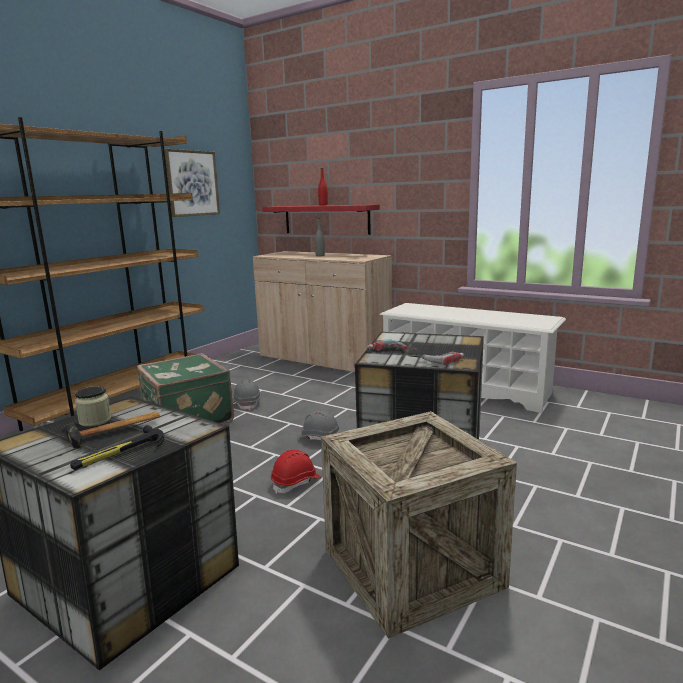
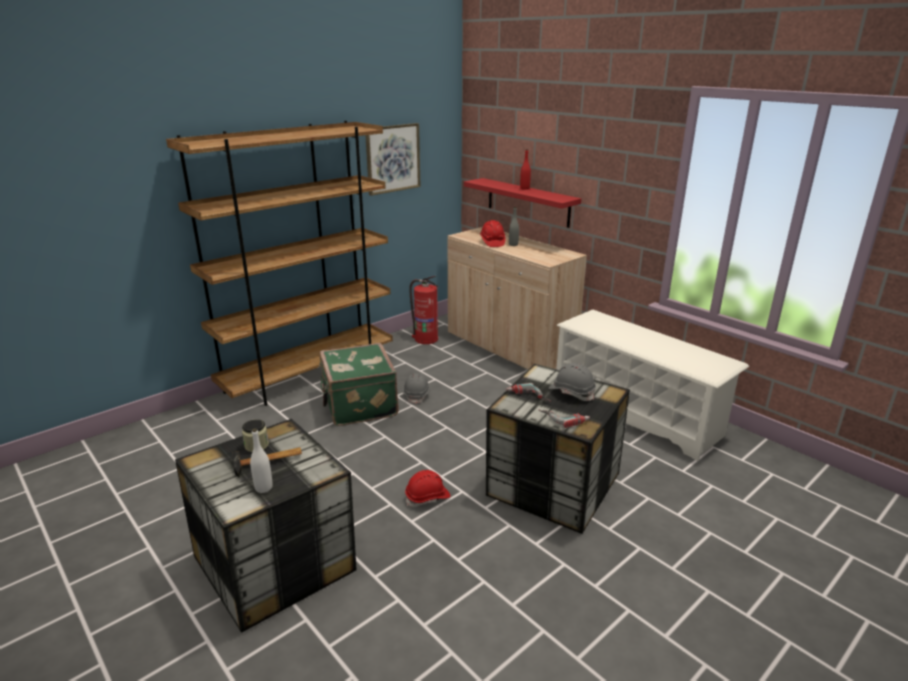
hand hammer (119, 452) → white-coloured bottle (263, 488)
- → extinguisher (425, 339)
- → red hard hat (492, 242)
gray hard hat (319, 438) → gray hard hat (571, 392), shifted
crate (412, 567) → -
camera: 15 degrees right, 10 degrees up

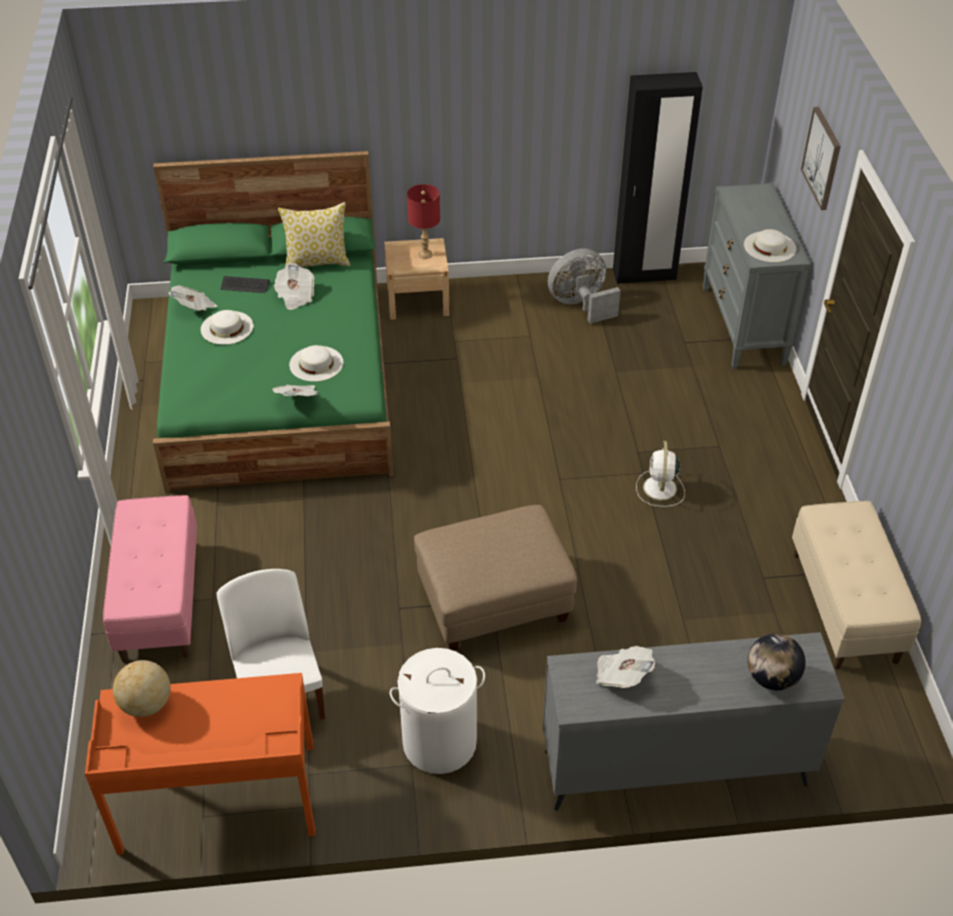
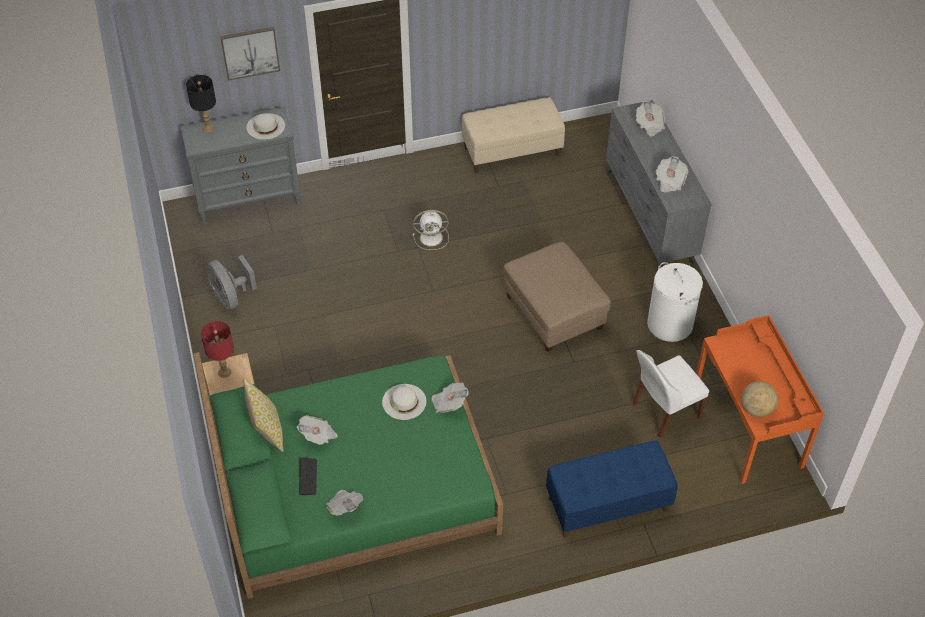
- → blackish lamp for a table (207, 128)
pinkish indoor bench (159, 600) → blue indoor bench (607, 505)
desk globe (771, 678) → daily paper (649, 125)
white-coloured hat (227, 327) → -
blackish wardrobe (644, 275) → -
camera: 100 degrees left, 5 degrees up

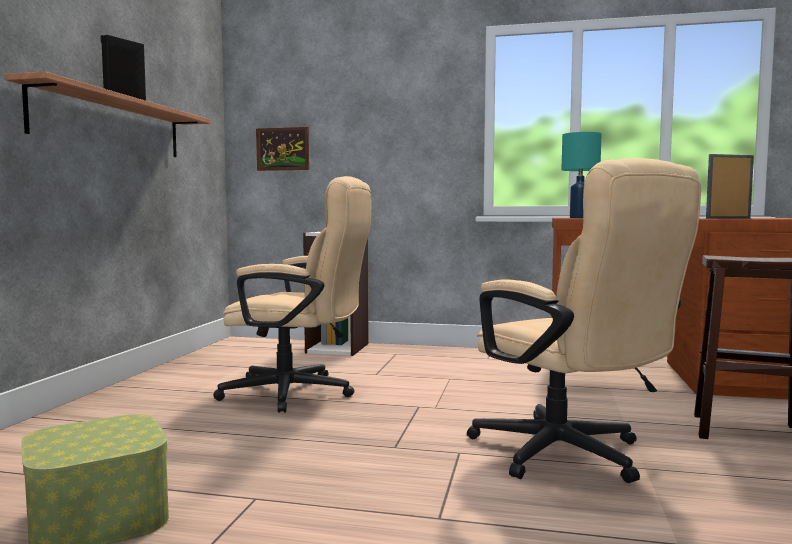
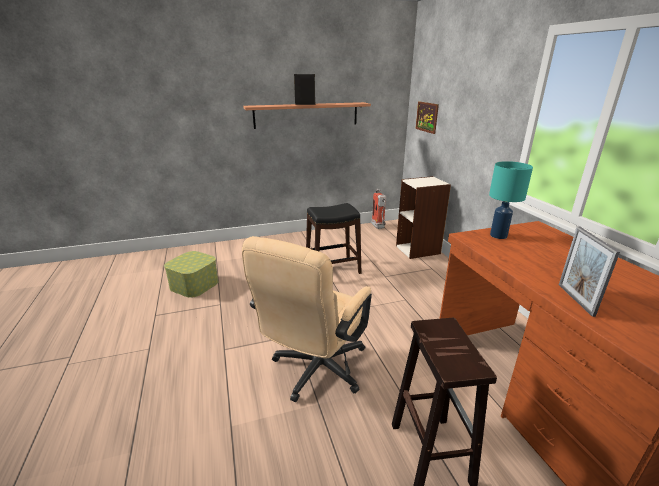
beige-coloured computer chair (299, 393) → blackish sitting stool (333, 269)
- → extinguisher (379, 227)
picture frame (728, 218) → picture frame (575, 299), 135 degrees counterclockwise
camera: 60 degrees right, 20 degrees up

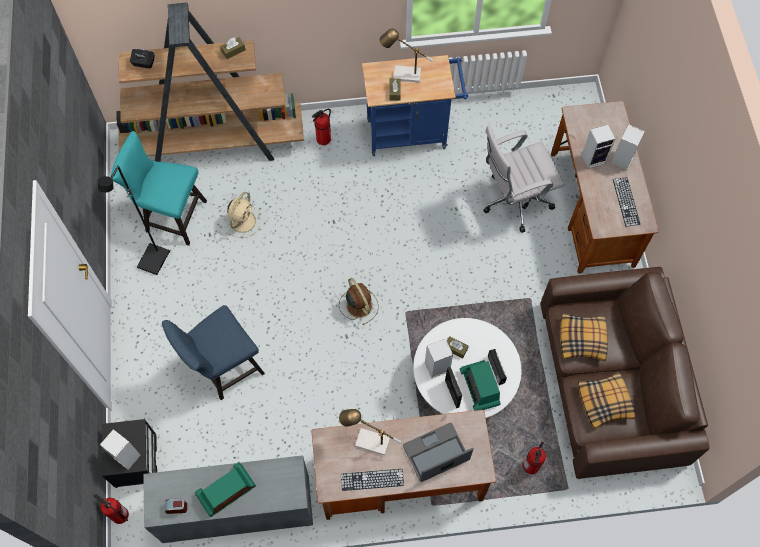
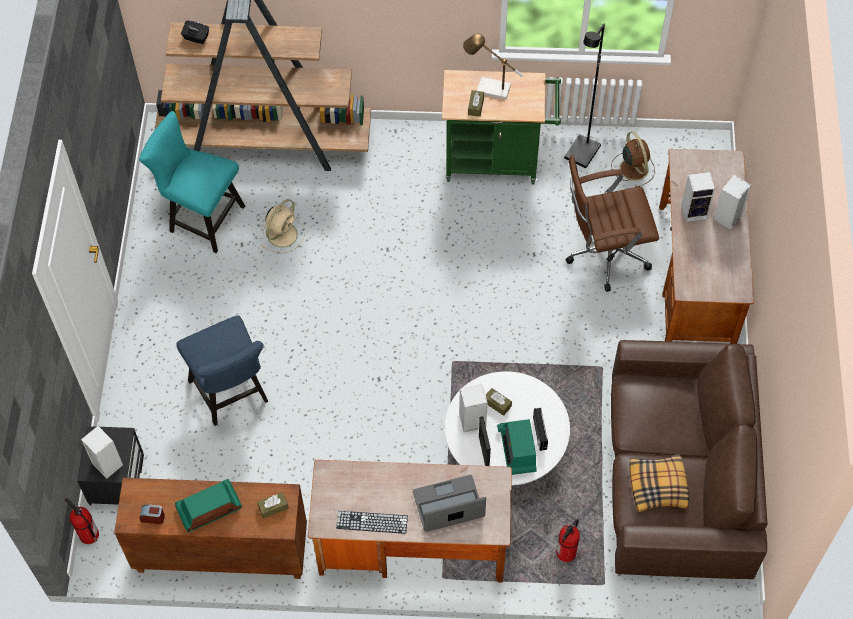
gray cupboard (238, 513) → brownish cupboard (220, 553)
blue plain chair (223, 369) → blue plain chair (232, 395), 90 degrees counterclockwise
brownish tissue box (233, 51) → brownish tissue box (273, 507), shifted
blue wheeled cart (412, 133) → green-coloured wheeled cart (498, 161)
blackish standing lamp (154, 260) → blackish standing lamp (583, 153), shifted
white-coloured computer chair (513, 201) → brownish computer chair (604, 255)
brownish electric fan (358, 305) → brownish electric fan (633, 167), shifted
extinguisher (323, 139) → -
lamp for a table (367, 441) → -
cushion (582, 339) → -
keyboard (626, 201) → -
camera: 10 degrees right, 5 degrees down

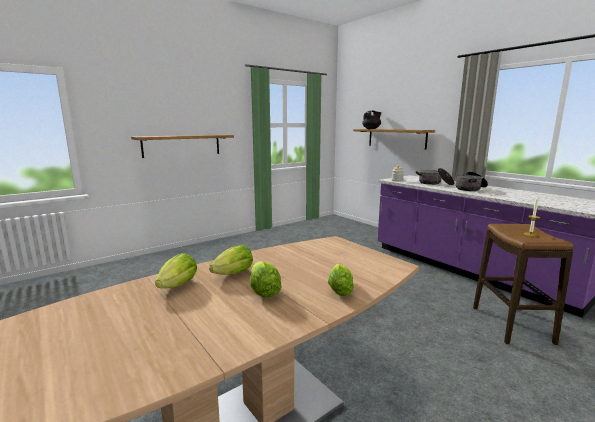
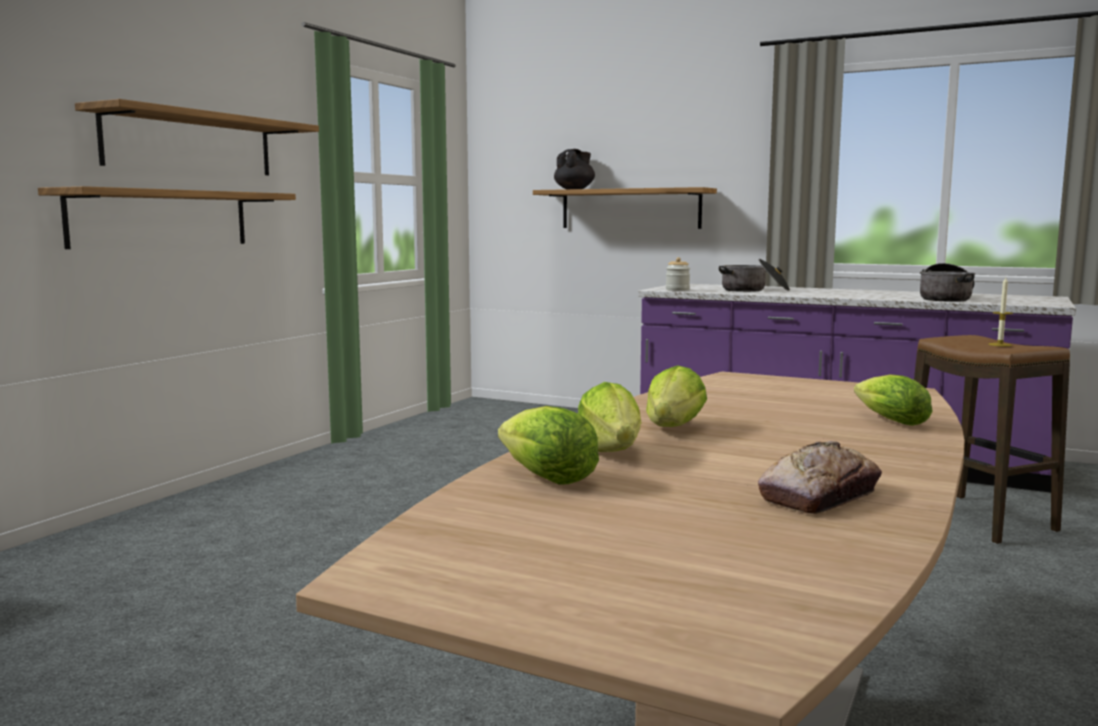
- → wall shelf (190, 144)
lettuce (264, 291) → lettuce (547, 479), shifted
- → bakery bread (820, 496)
saucepot (470, 188) → saucepot (946, 298), shifted
camera: 25 degrees left, 5 degrees down

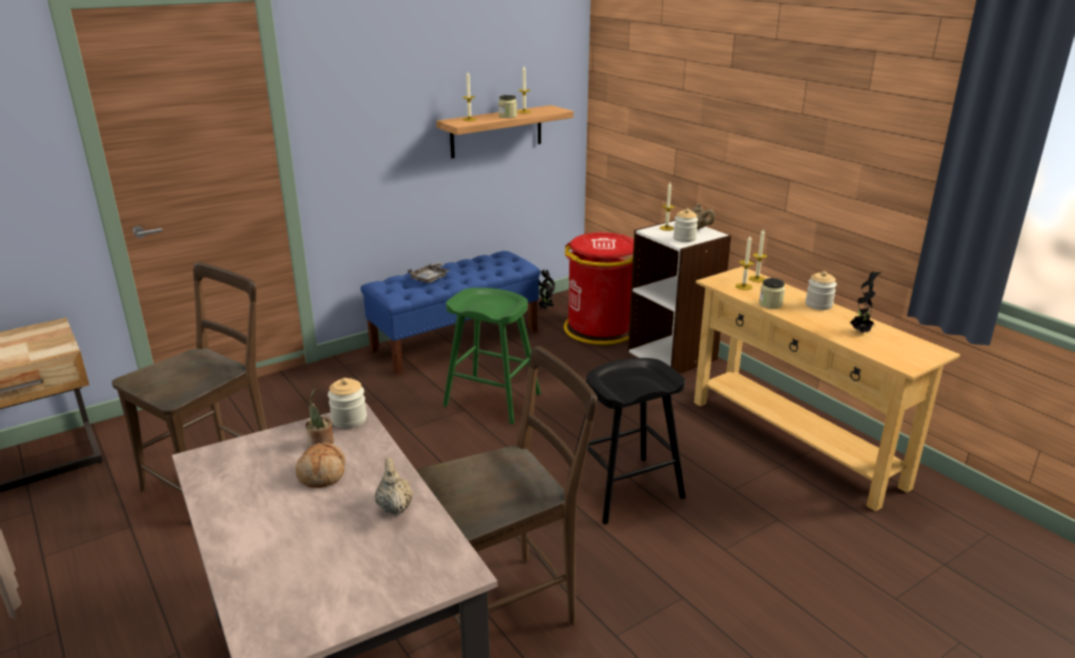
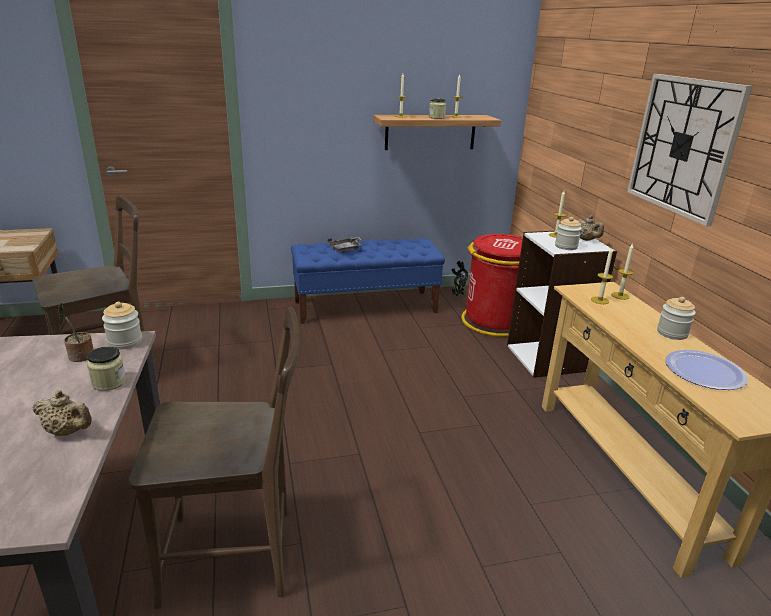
beige-coloured teapot (394, 507) → beige-coloured teapot (68, 431), 105 degrees clockwise
storage jar (770, 304) → storage jar (109, 382), shifted
- → hanging clock (683, 146)
plant in a pot (861, 332) → plate (704, 371)
bakery bread (323, 474) → -
green-coloured sitting stool (492, 400) → -
blackish sitting stool (625, 489) → -
camera: 20 degrees right, 0 degrees up

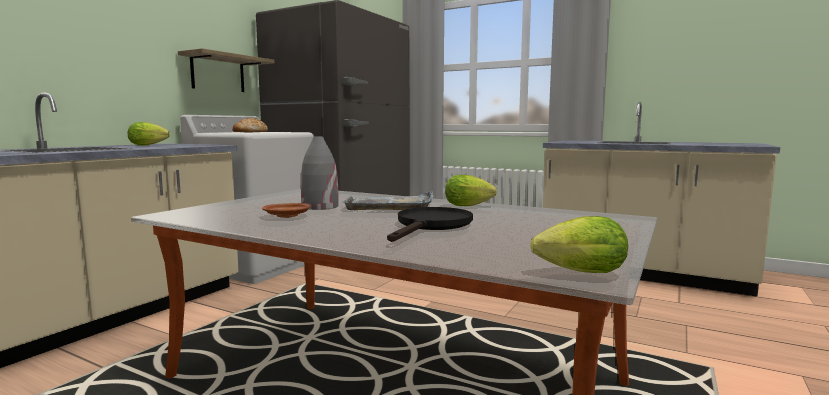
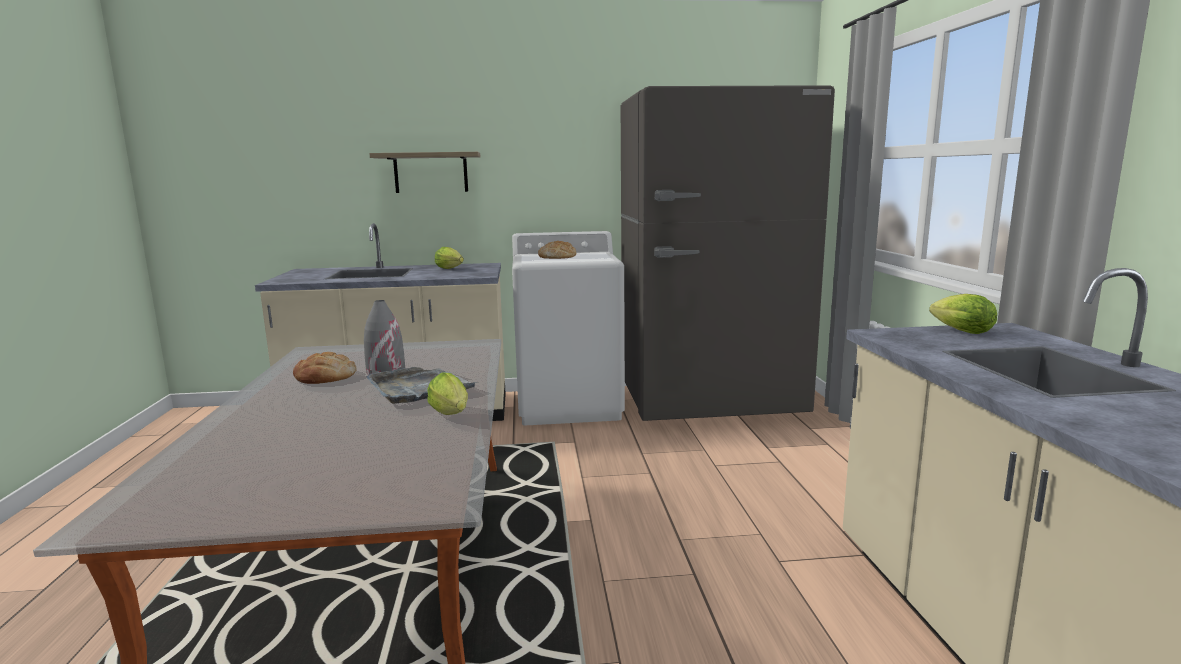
brownish plate (287, 216) → bakery bread (326, 376)
wall shelf (218, 73) → wall shelf (431, 173), shifted
lettuce (576, 273) → lettuce (958, 331), shifted
blackish skillet (431, 225) → -
camera: 55 degrees right, 5 degrees up

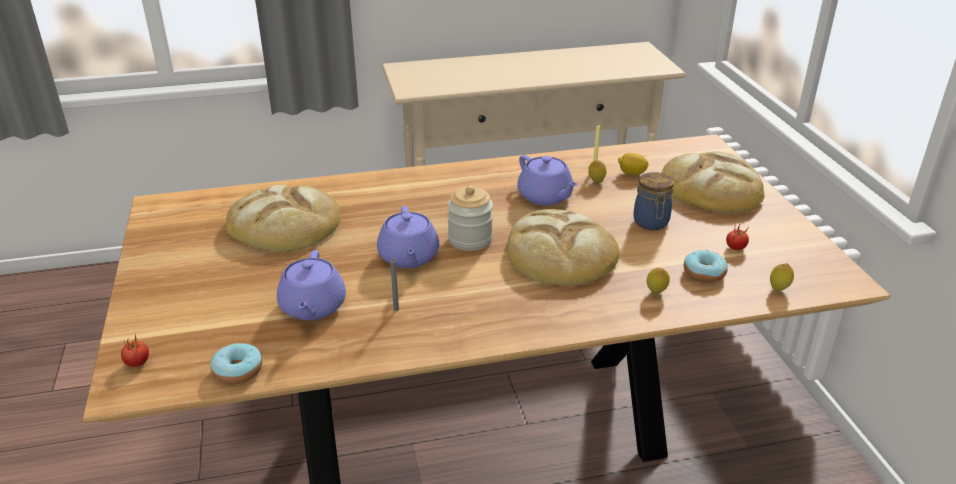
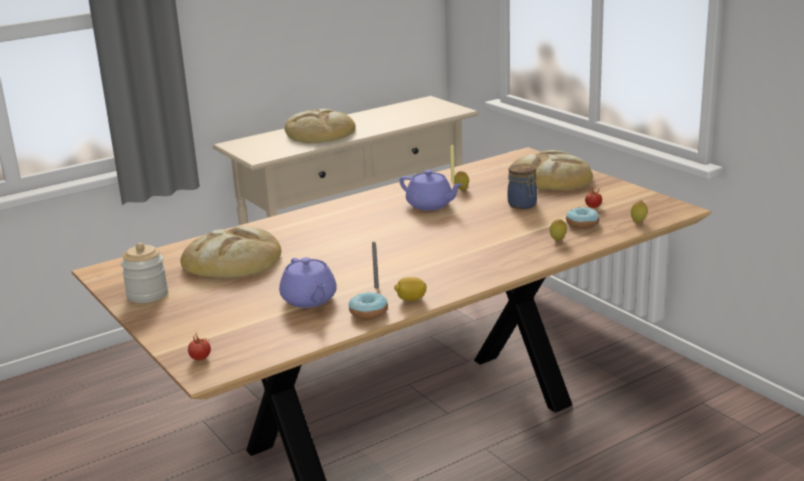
storage jar (470, 239) → storage jar (147, 294), shifted
bakery bread (560, 254) → bakery bread (319, 133), shifted
ring doughnut (238, 371) → ring doughnut (368, 313), shifted
citrus fruit (631, 173) → citrus fruit (411, 299), shifted
purplish teapot (408, 257) → -
camera: 20 degrees left, 10 degrees down

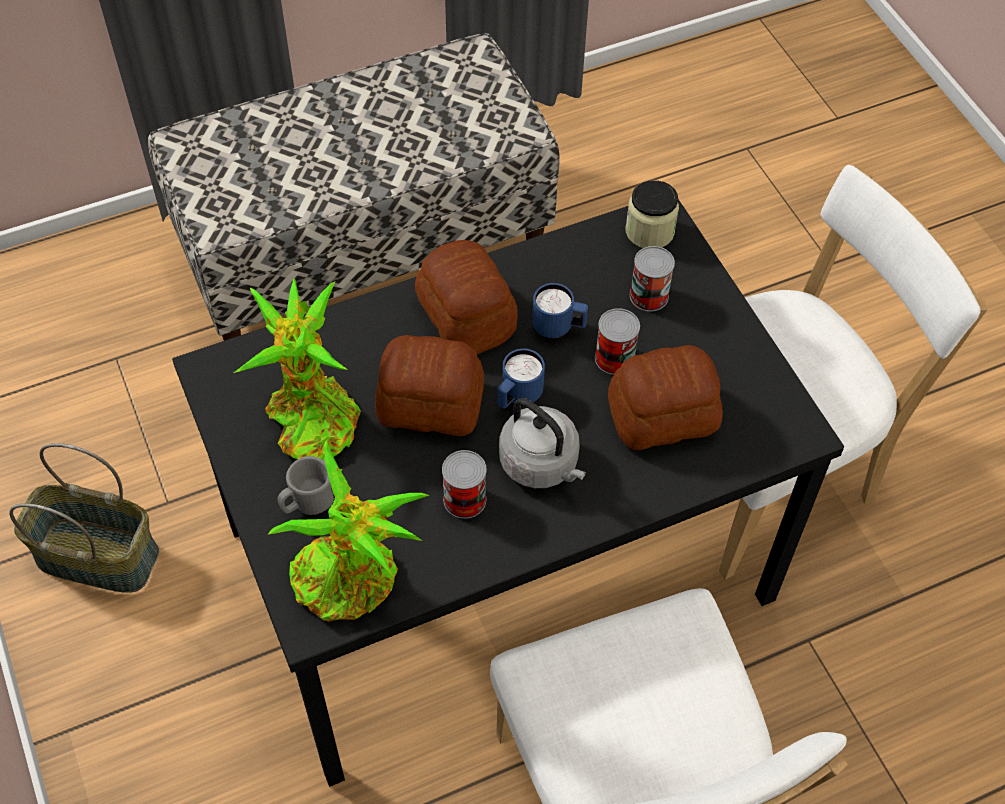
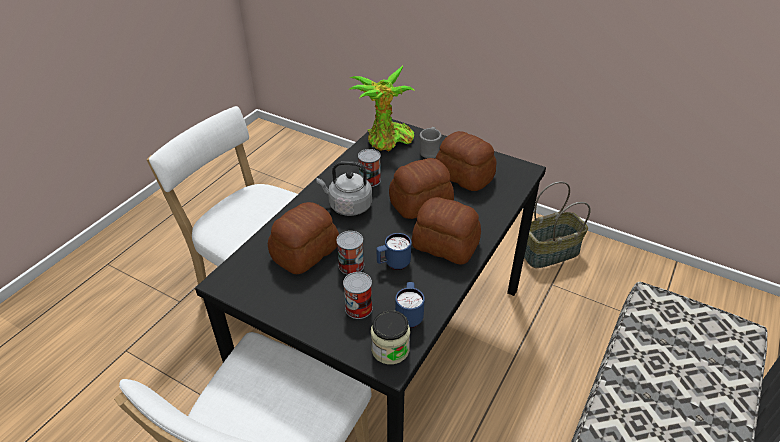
blue tea mug (518, 397) → blue tea mug (409, 315), shifted
plant in a pot (310, 417) → bakery bread (464, 175)
camera: 145 degrees right, 15 degrees down

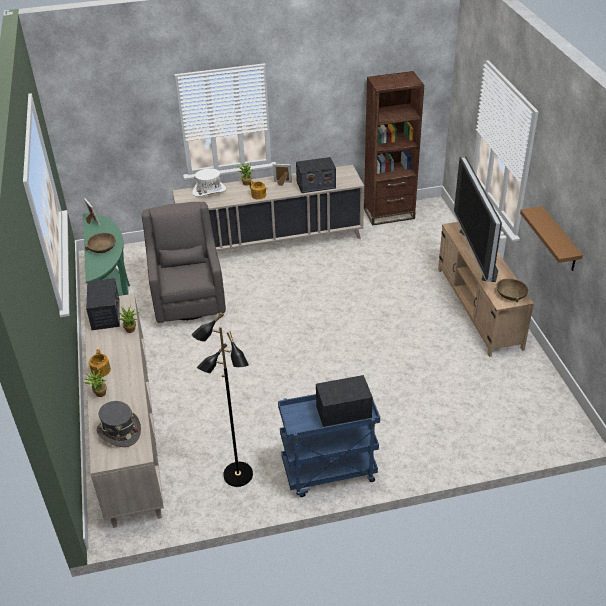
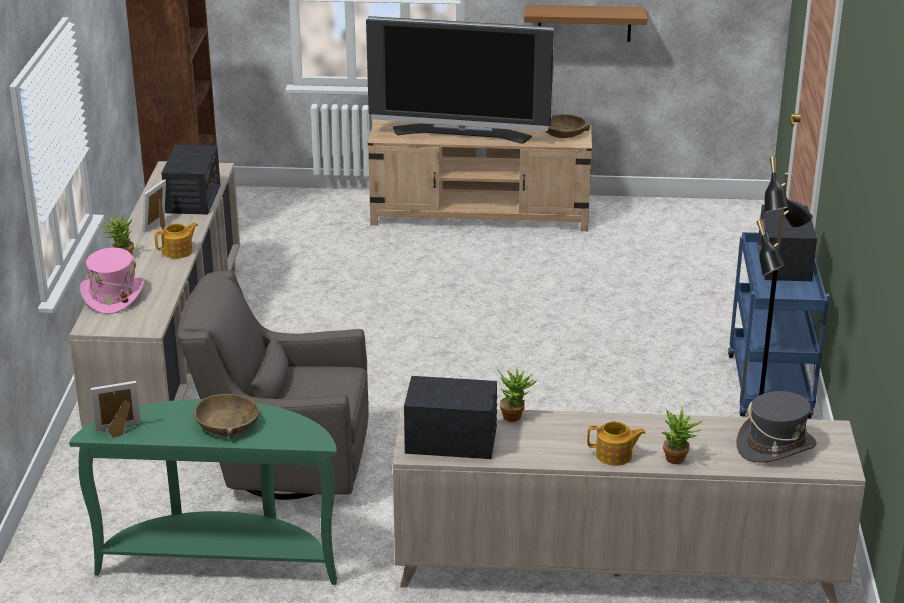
white-coloured hat (209, 191) → pinkish hat (113, 296)
camera: 75 degrees left, 10 degrees down

